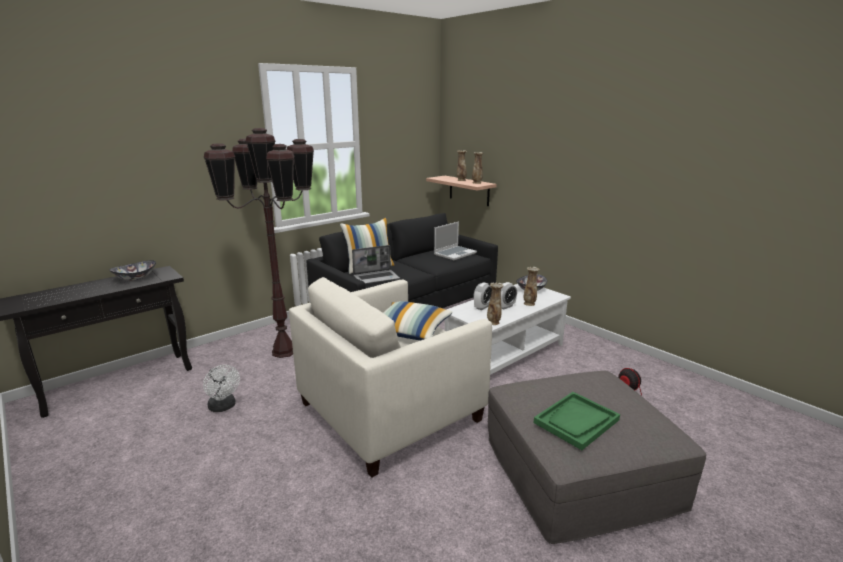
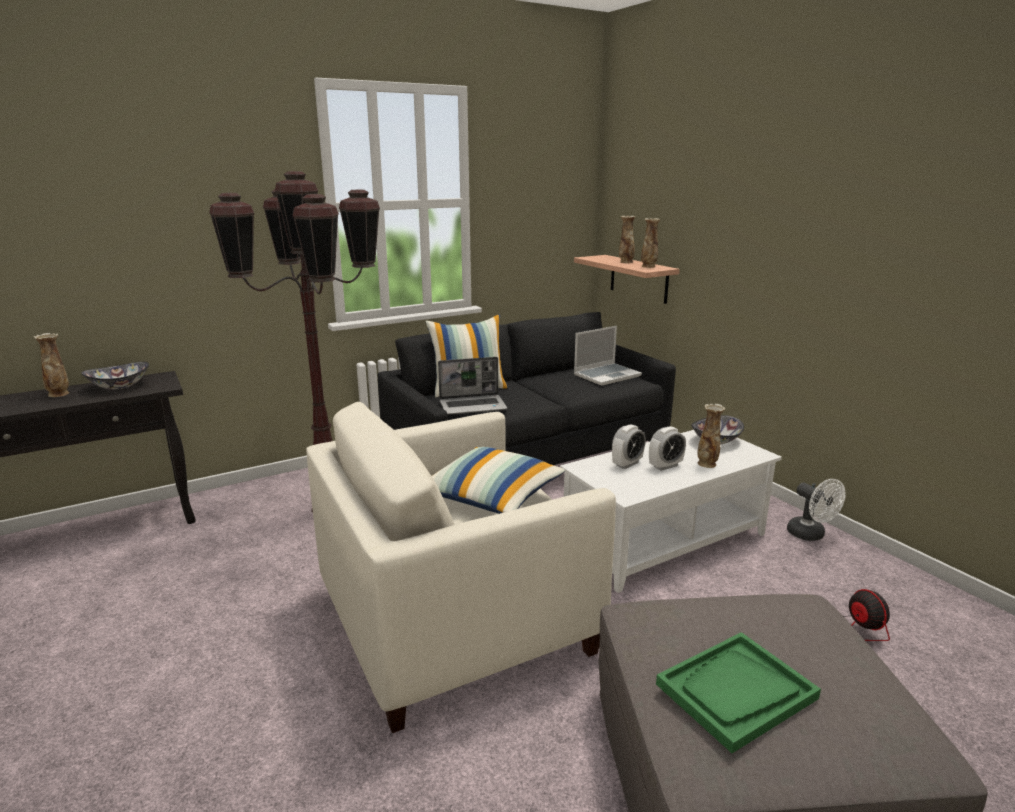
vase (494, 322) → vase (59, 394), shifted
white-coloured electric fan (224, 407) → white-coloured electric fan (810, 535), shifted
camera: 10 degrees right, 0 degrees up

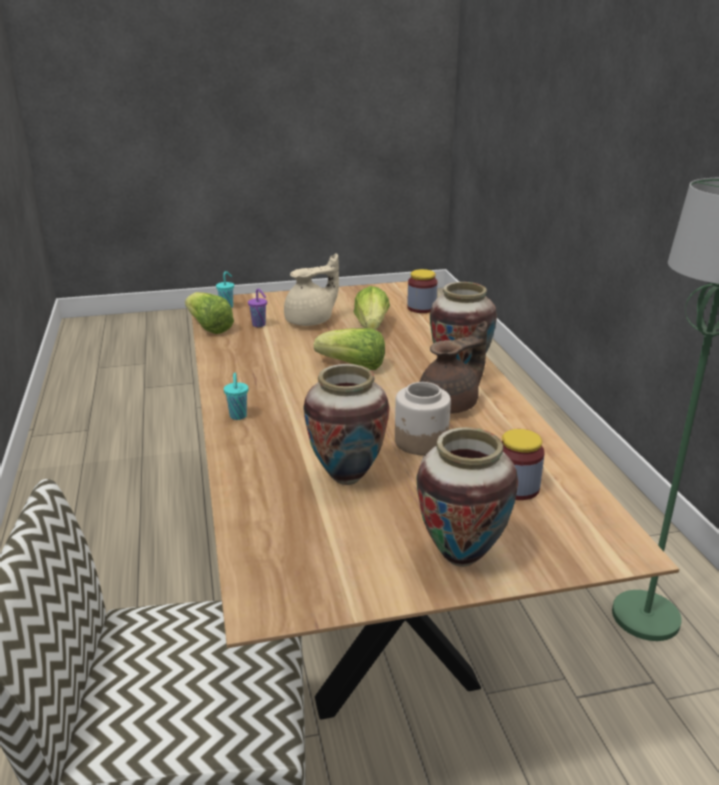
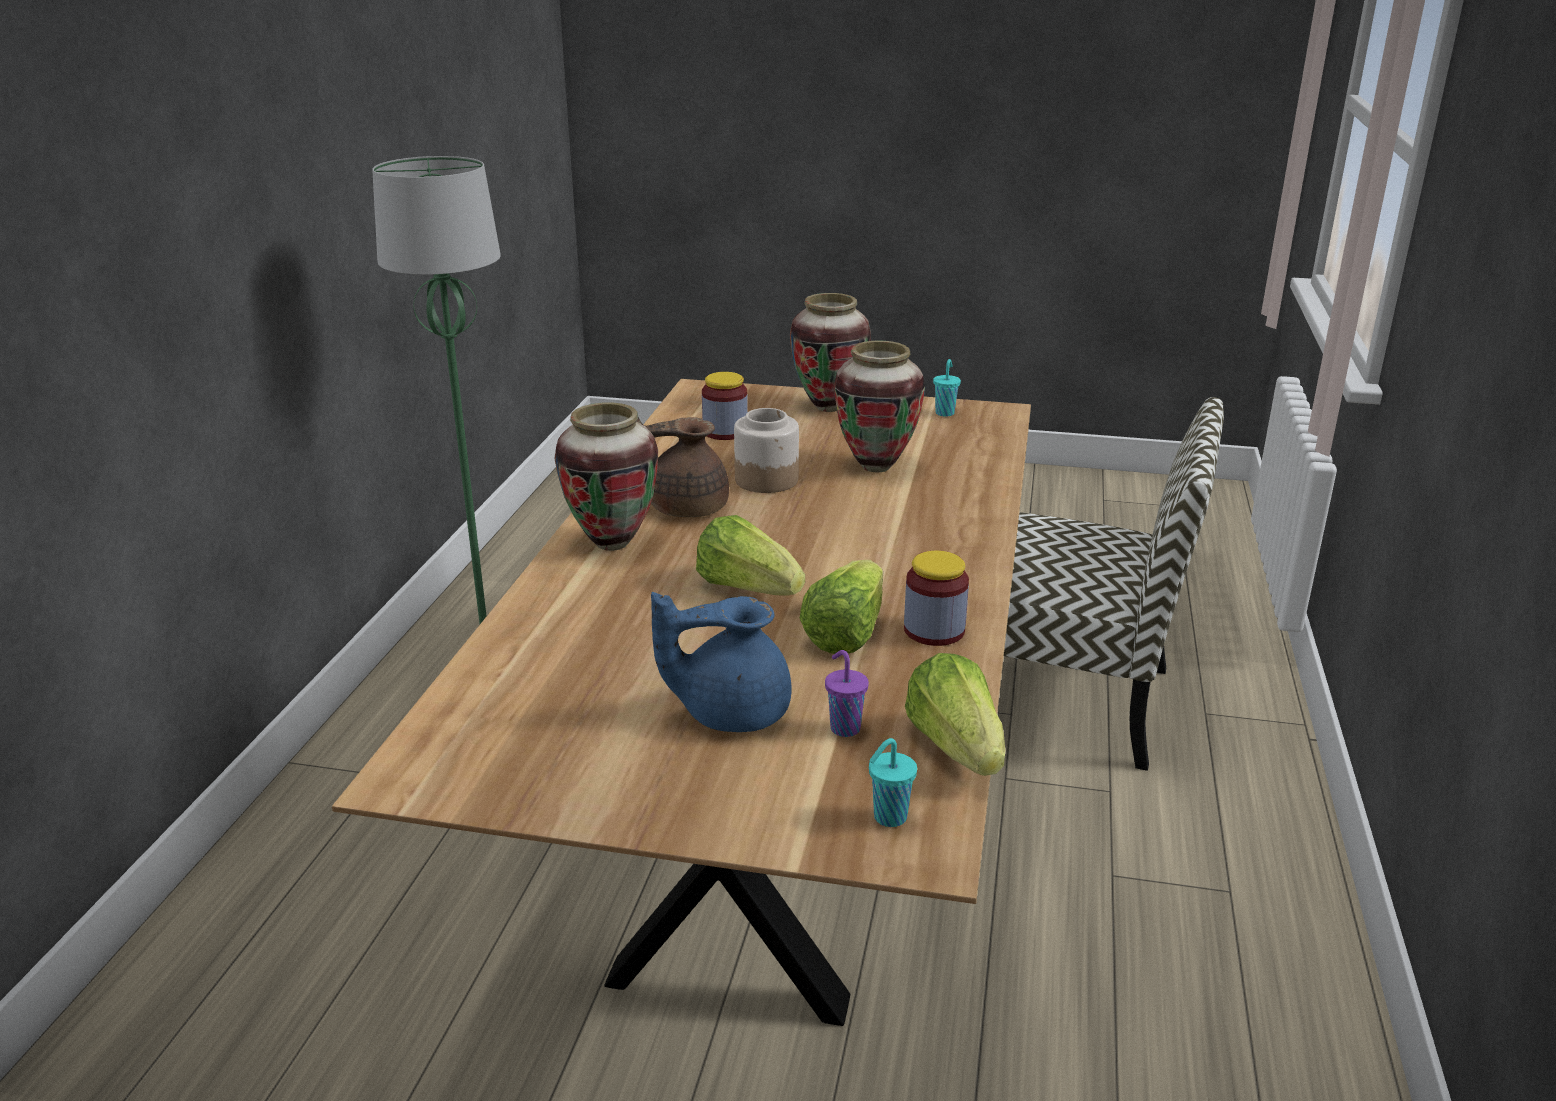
beige-coloured teapot (311, 321) → blue teapot (730, 711)
lettuce (371, 327) → lettuce (846, 633), shifted
storage jar (421, 308) → storage jar (934, 630), shifted
turquoise cup (238, 416) → turquoise cup (945, 413), shifted
camera: 155 degrees left, 0 degrees up

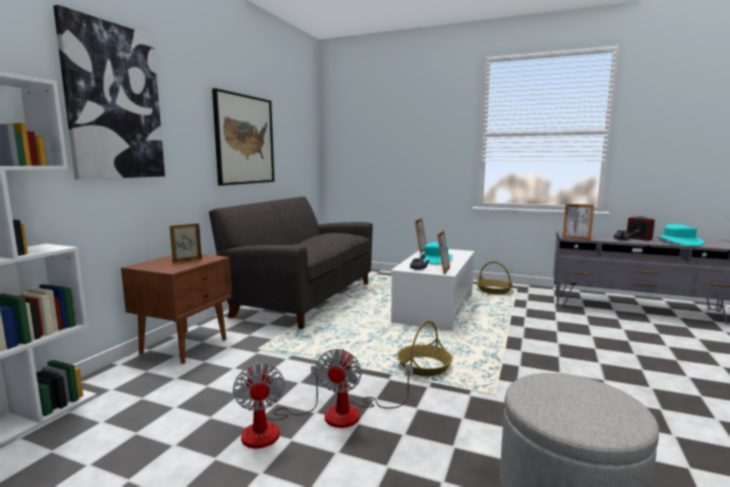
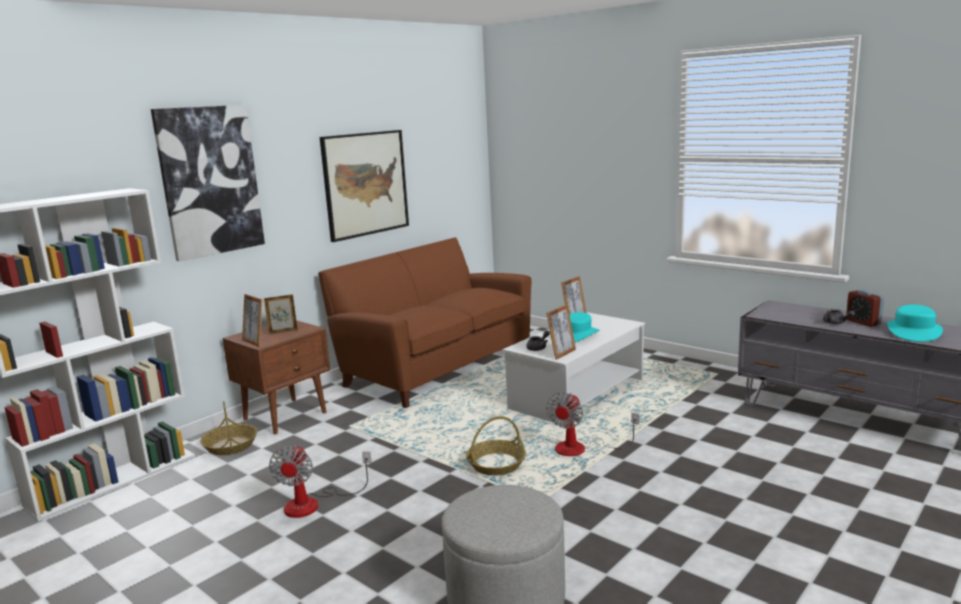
storage basket (494, 290) → storage basket (231, 446), shifted
picture frame (576, 238) → picture frame (255, 342), shifted
gray sofa (304, 298) → brownish sofa (436, 368)
electric fan (354, 413) → electric fan (581, 448), shifted
camera: 20 degrees right, 5 degrees up

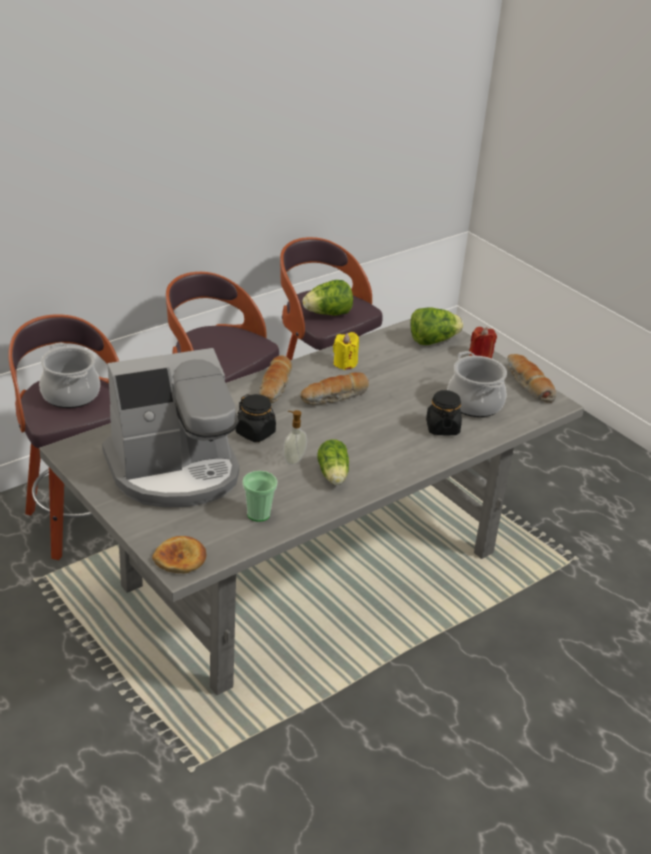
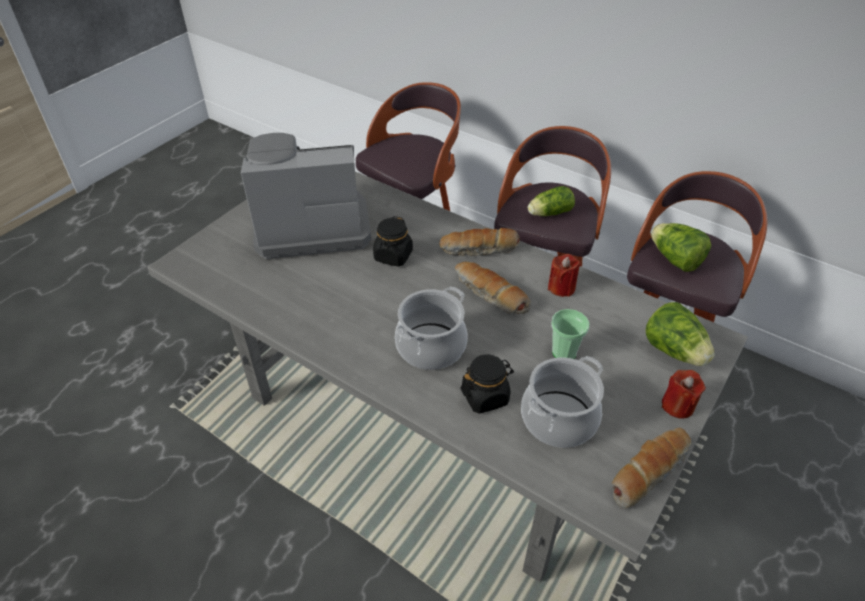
coffee maker (174, 471) → coffee maker (311, 225), 120 degrees clockwise
saucepot (70, 395) → saucepot (431, 346), shifted
lettuce (333, 475) → lettuce (548, 213), shifted
yellow wax light (345, 363) → red wax light (561, 287)
cup (258, 514) → cup (564, 352), shifted
bakery bread (180, 558) → -
liquid soap bottle (293, 459) → -
camera: 75 degrees right, 10 degrees up

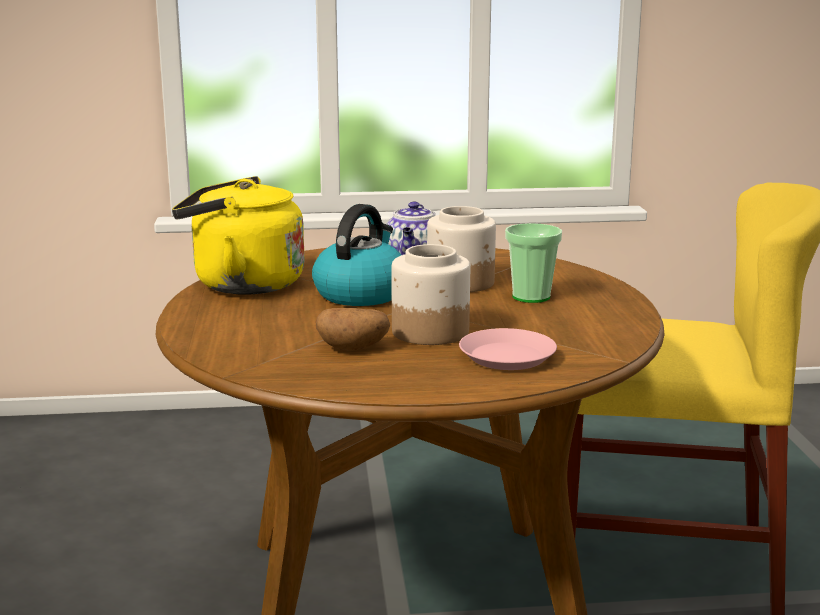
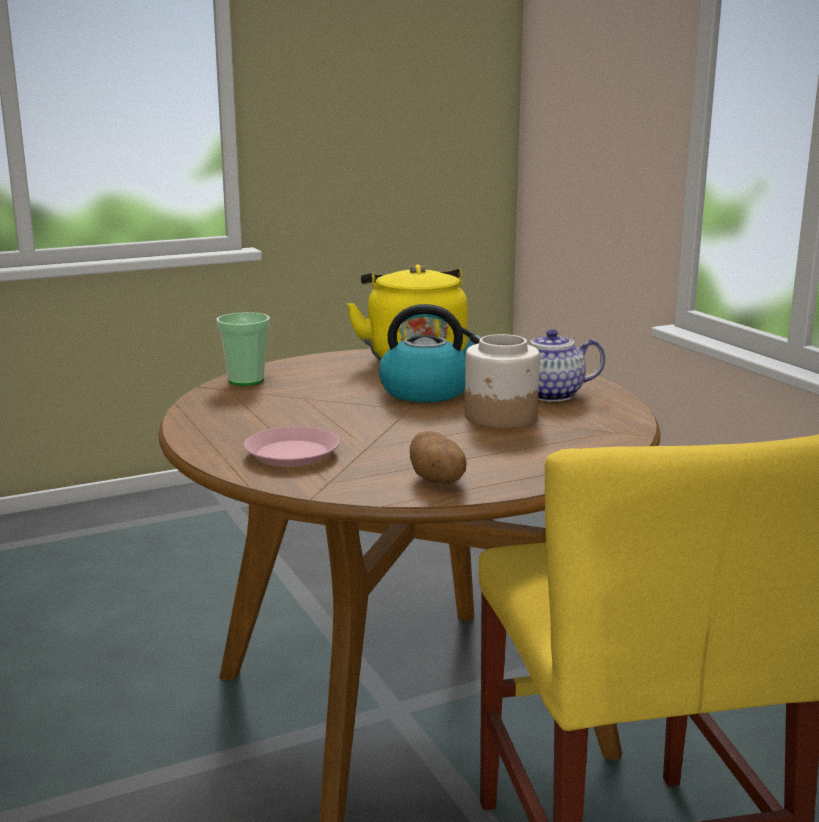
cup (531, 297) → cup (246, 380), shifted
spud (353, 348) → spud (438, 480), shifted
storage jar (429, 332) → -
camera: 70 degrees right, 0 degrees up

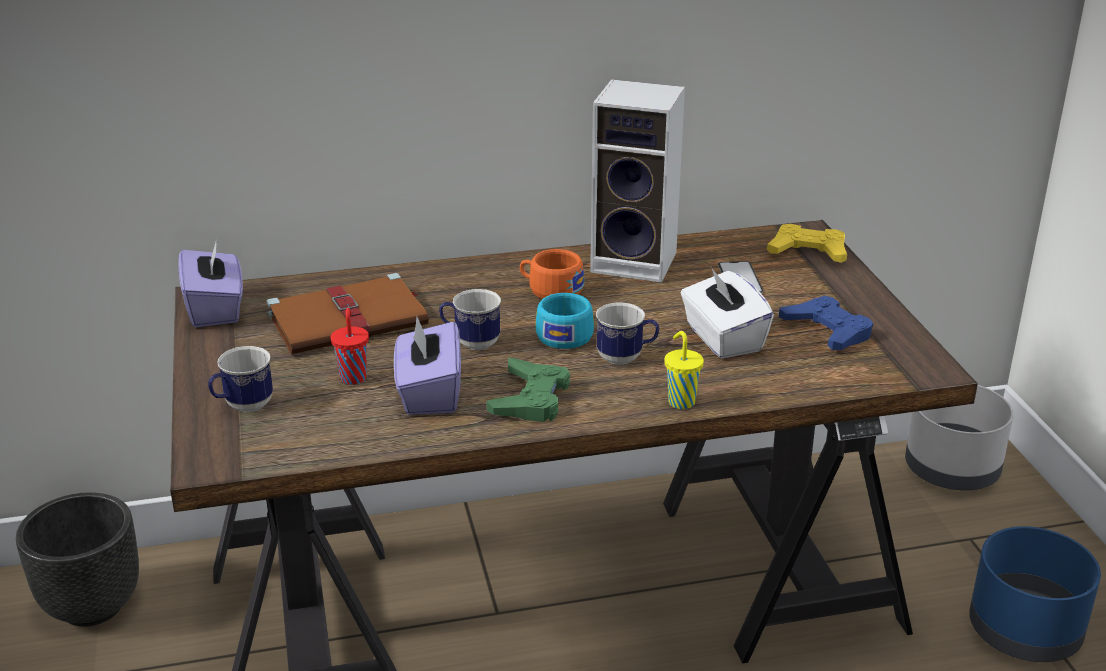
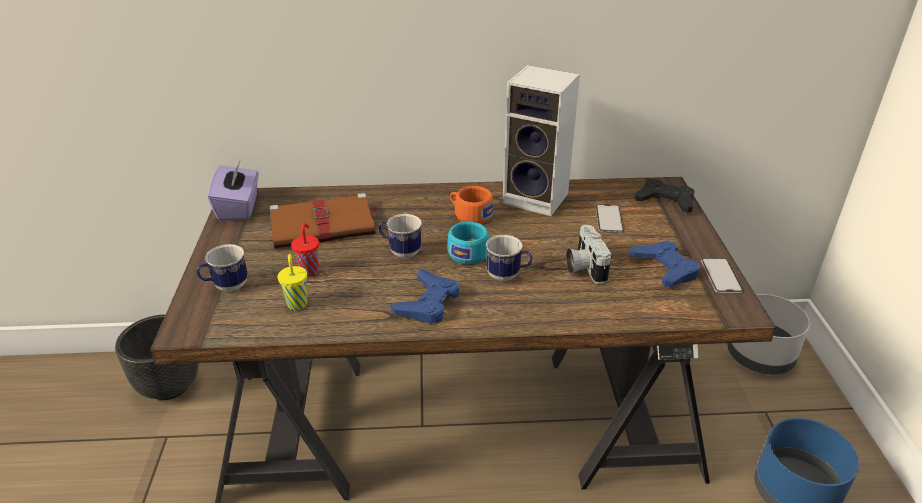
yellow cup (680, 401) → yellow cup (297, 303), shifted
green-coloured game controller (530, 399) → blue game controller (428, 303)
white-coloured tissue box (722, 338) → still camera (583, 267)
yellow game controller (808, 251) → blackish game controller (665, 201)
- → handset (721, 276)
purplish tissue box (429, 393) → -
camera: 10 degrees right, 5 degrees up

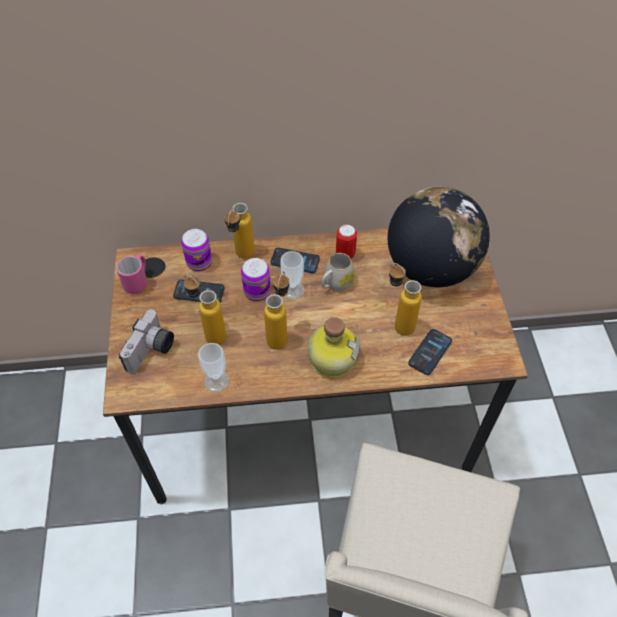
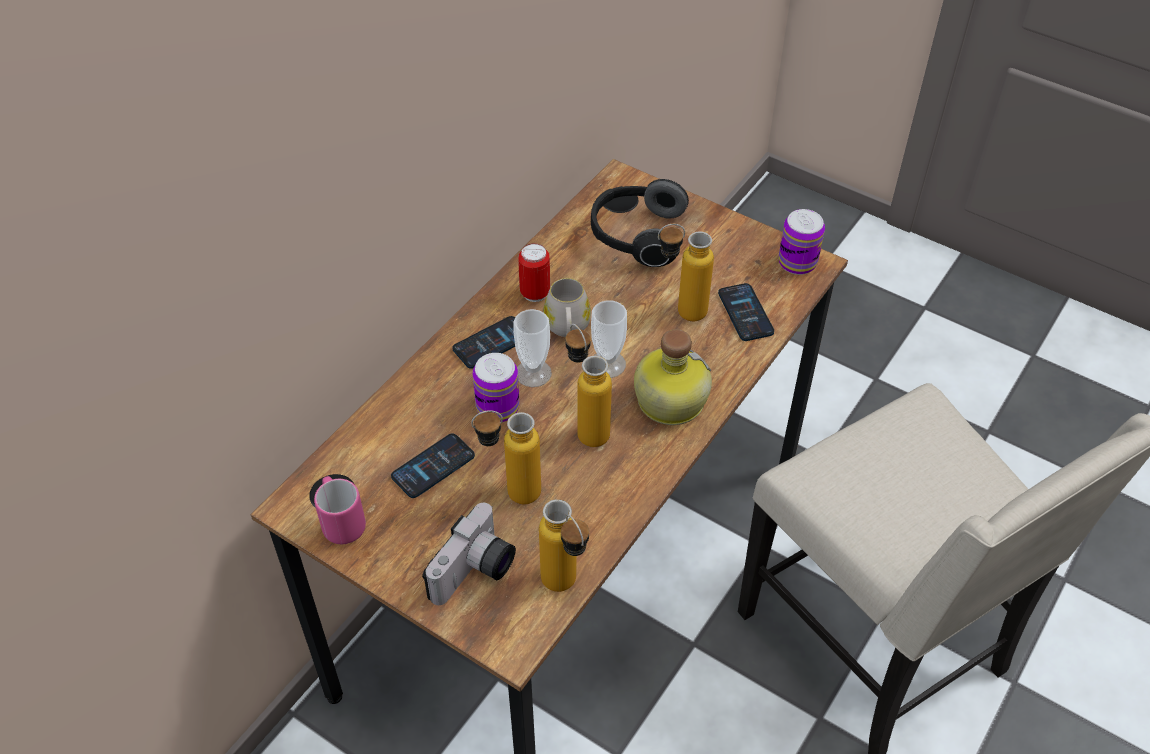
still camera (152, 351) → still camera (475, 573), 60 degrees clockwise
bottle (242, 258) → bottle (566, 589), shifted
desk globe (430, 268) → headset (636, 236)
cup (216, 380) → cup (607, 364), shifted
sealed can (199, 262) → sealed can (797, 262), shifted
camera: 50 degrees left, 5 degrees down

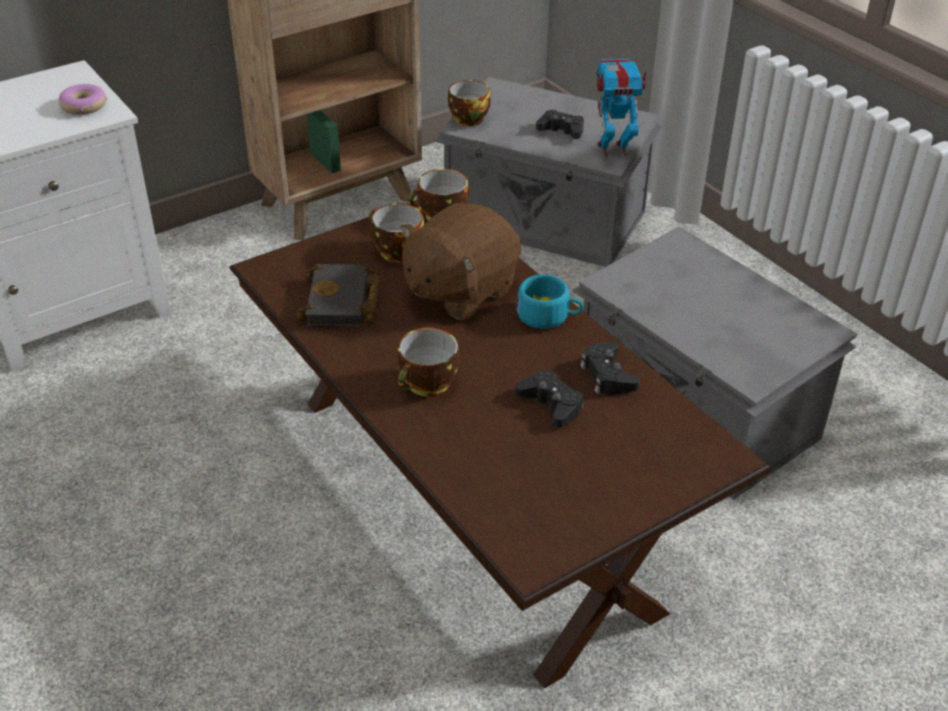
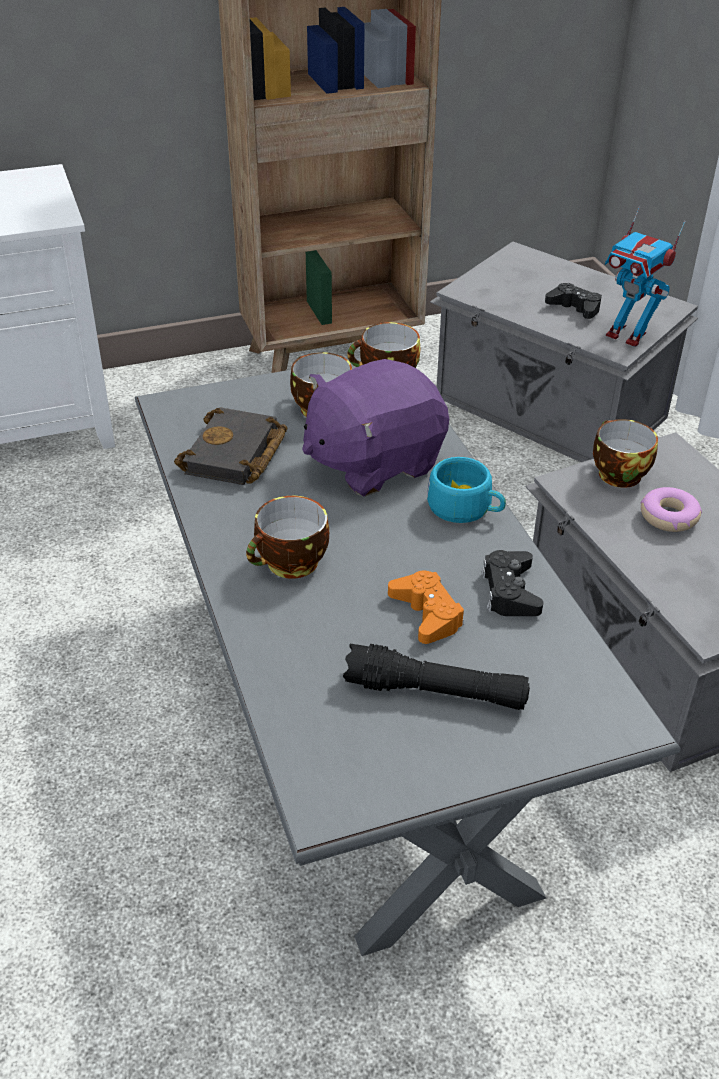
brownish coffee table (473, 500) → gray coffee table (359, 709)
brownish plush toy (459, 290) → purplish plush toy (372, 462)
- → blackish flashlight (435, 692)
blackish game controller (551, 404) → orange-coloured game controller (427, 614)
cup (466, 118) → cup (616, 473), shifted
toy robot (613, 149) → toy robot (627, 335), 150 degrees counterclockwise
ring doughnut (84, 106) → ring doughnut (669, 517), shifted
camera: 15 degrees right, 0 degrees up

